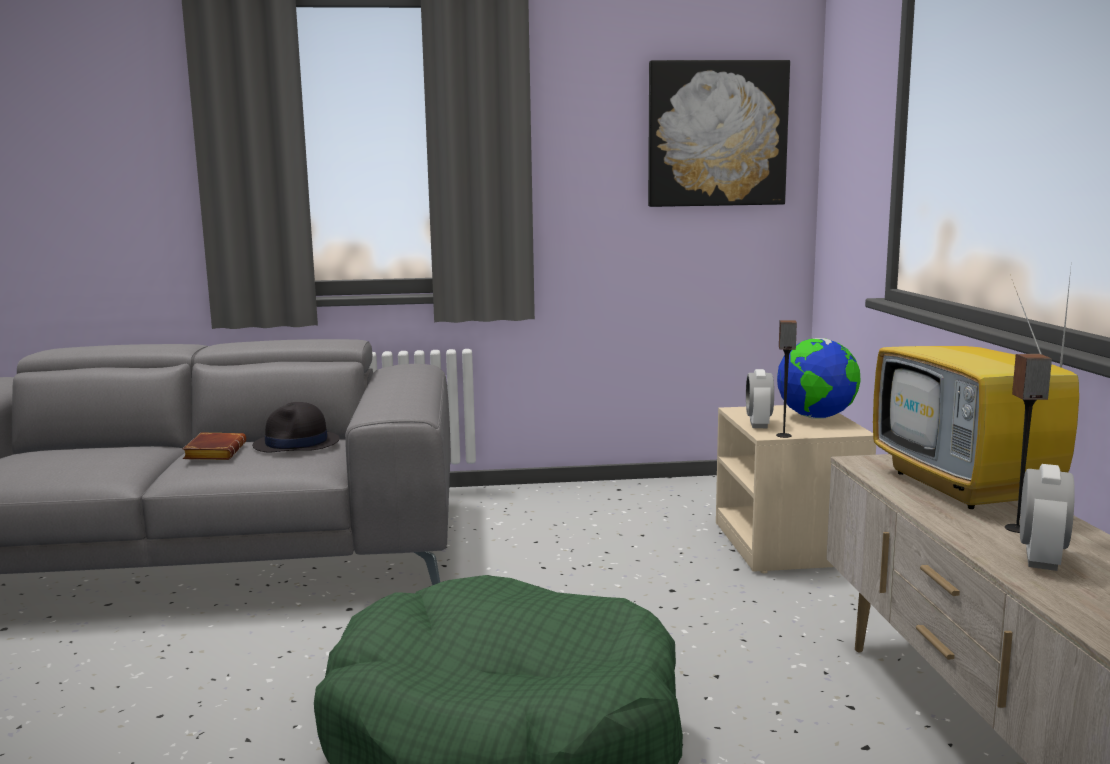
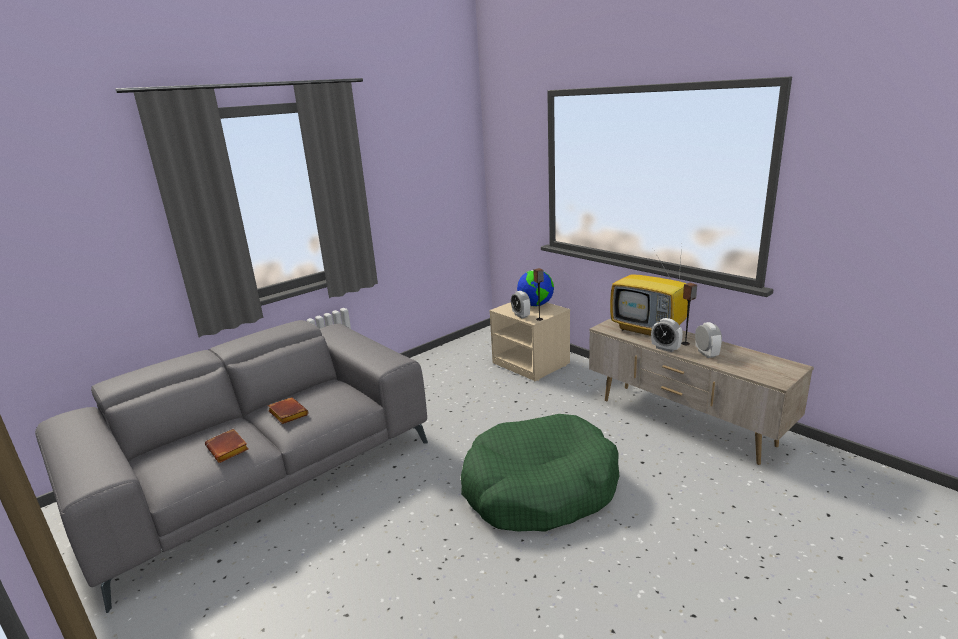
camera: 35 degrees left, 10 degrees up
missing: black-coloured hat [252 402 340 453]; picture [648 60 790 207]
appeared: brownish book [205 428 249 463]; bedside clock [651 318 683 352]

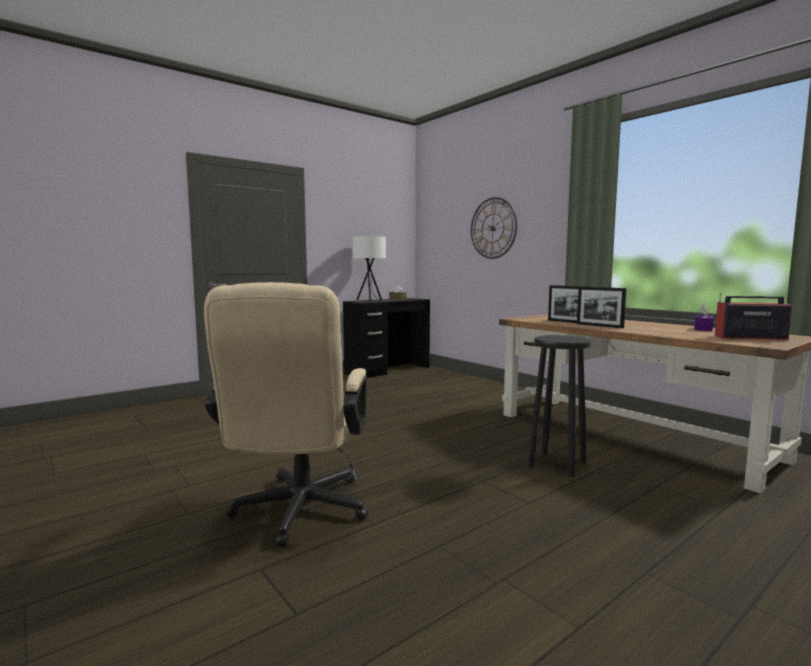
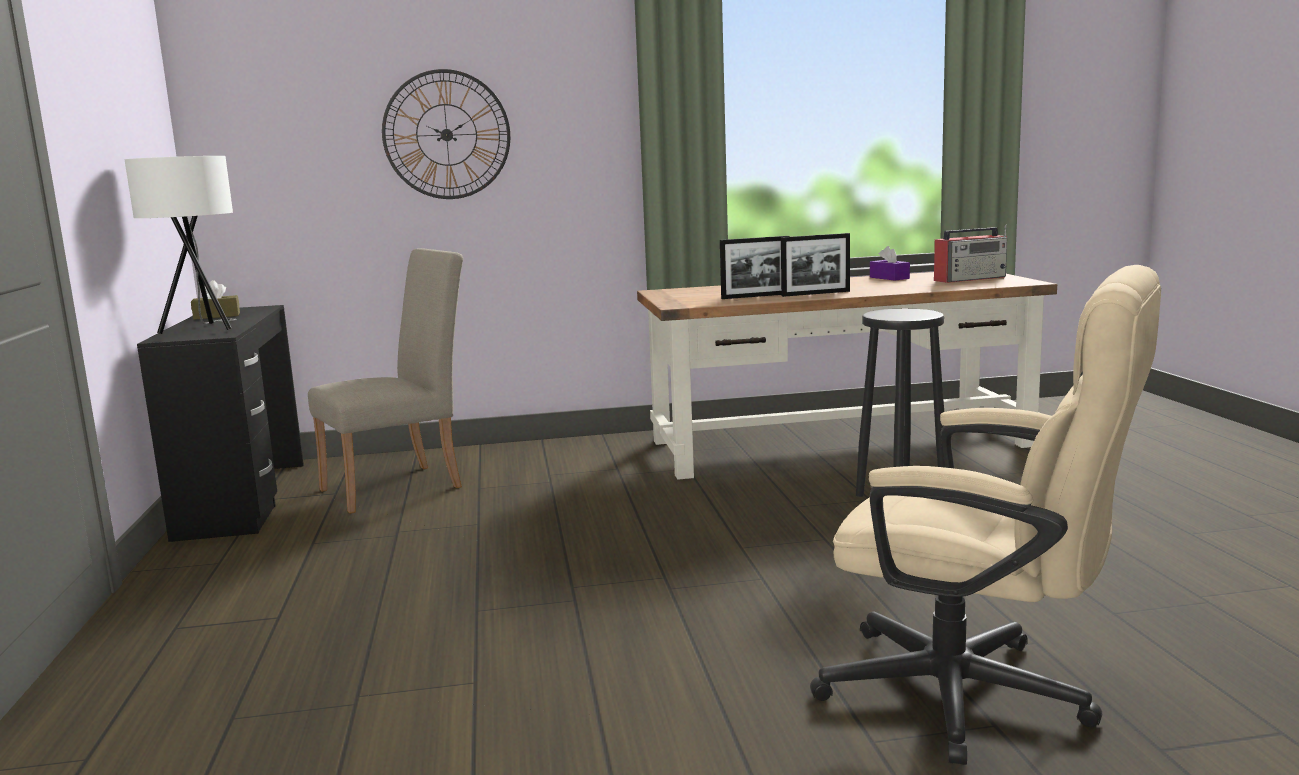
camera: 60 degrees left, 5 degrees up
appeared: sand-coloured plain chair [308 248 463 513]
spun: radio [715 293 792 340] = [934 225 1007 283] 150 degrees counterclockwise

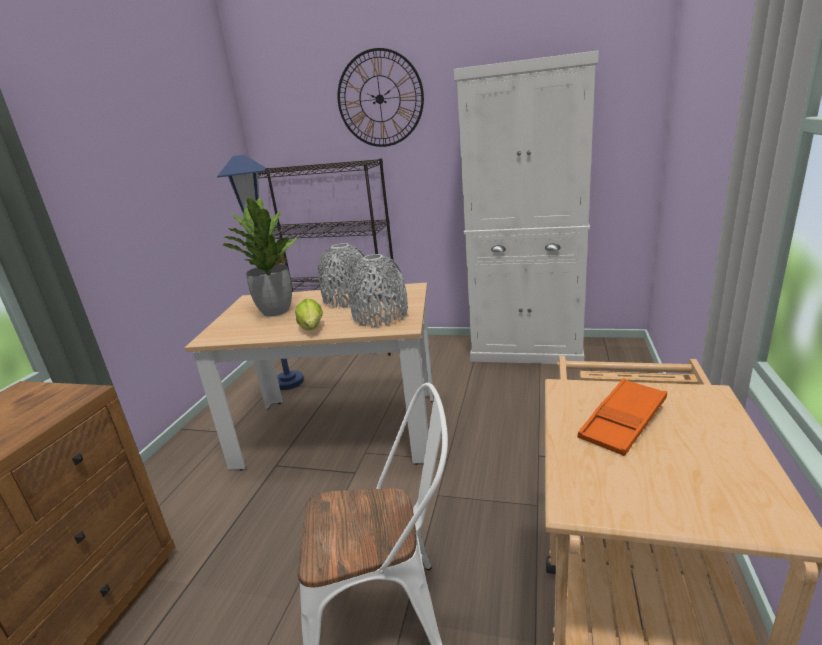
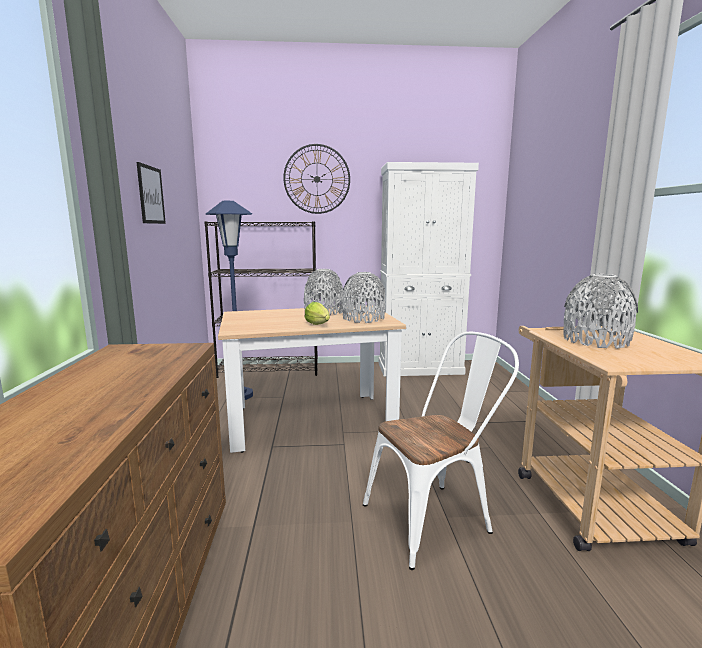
camera: 20 degrees left, 10 degrees down
missing: plant in a pot [223 197 298 316]
appeared: picture [137 162 166 224]
exchanged: orangey carrying tray [578 378 667 456] to grey flower vase [563 274 638 349]

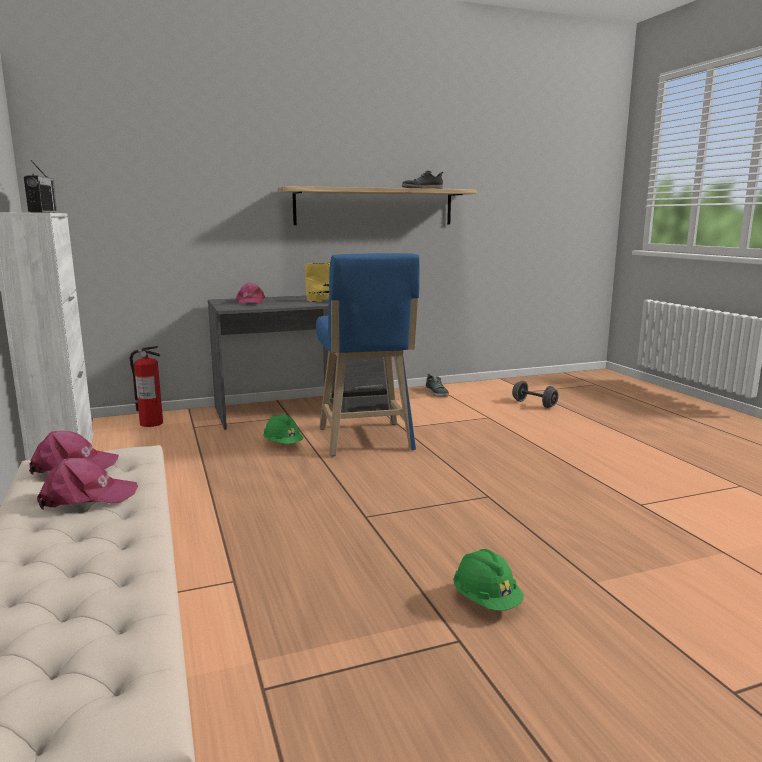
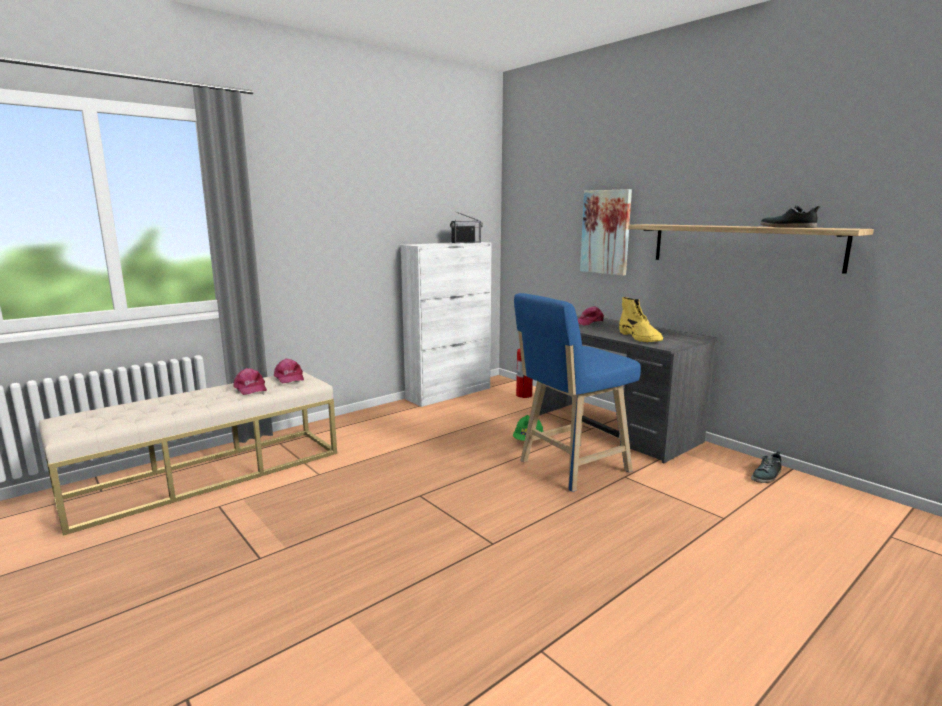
camera: 70 degrees right, 0 degrees up
missing: green work helmet [453 549 524 611]; grey free weight [512 381 559 408]
appeared: picture [580 189 632 276]

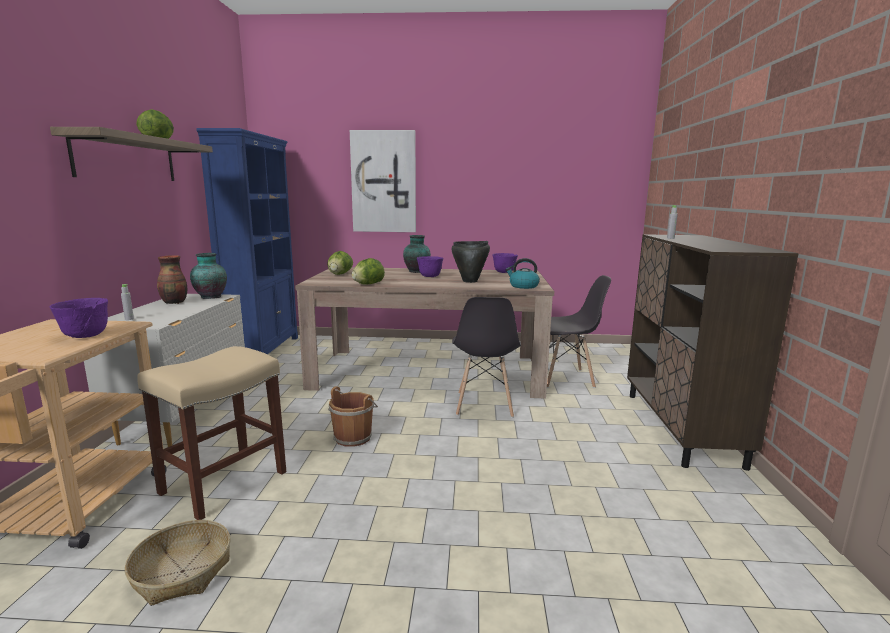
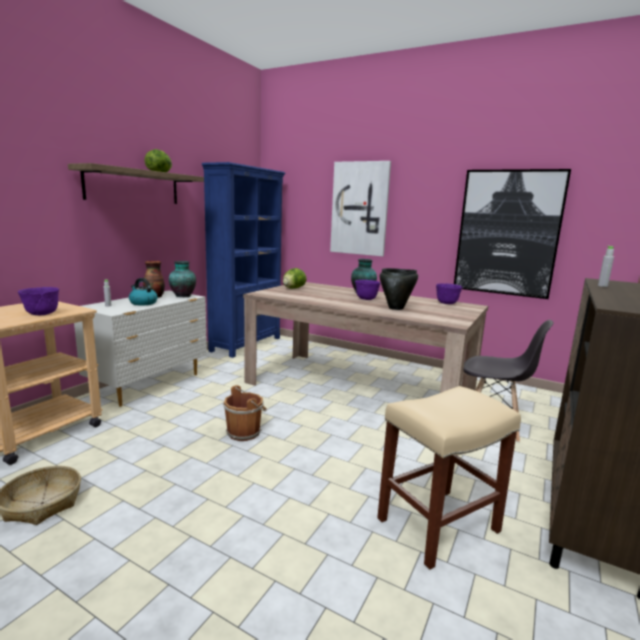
camera: 25 degrees right, 0 degrees up
missing: head of lettuce [352 258 385 284]; grey plain chair [452 297 521 418]
appeared: picture [454 169 571 299]
relocated: water kettle [506 258 540 289] to [129 278 158 306]; sand-coloured stool seat [137 346 286 520] to [377 386 521 570]

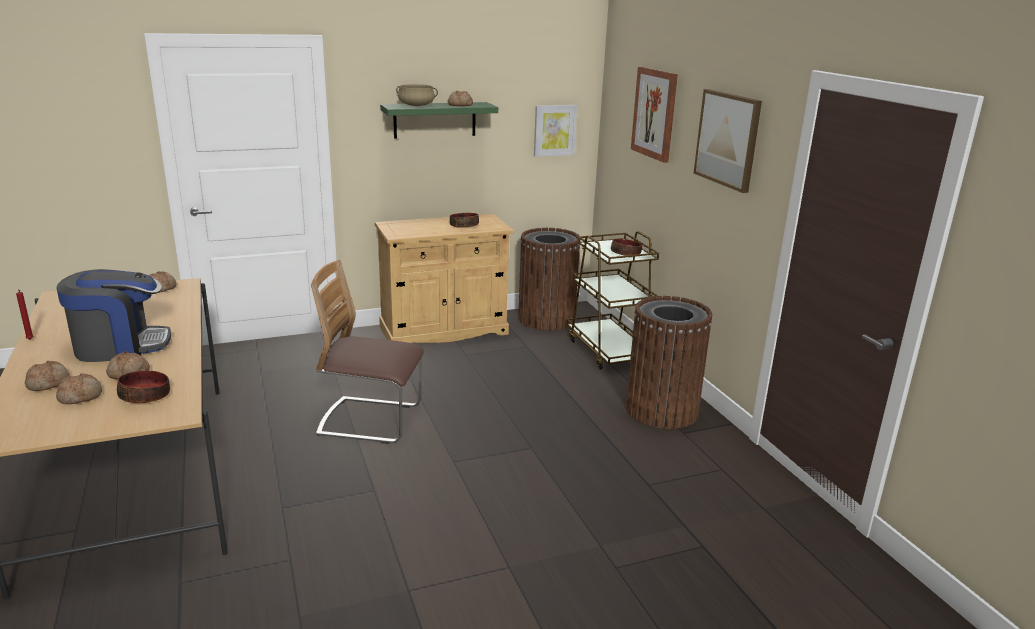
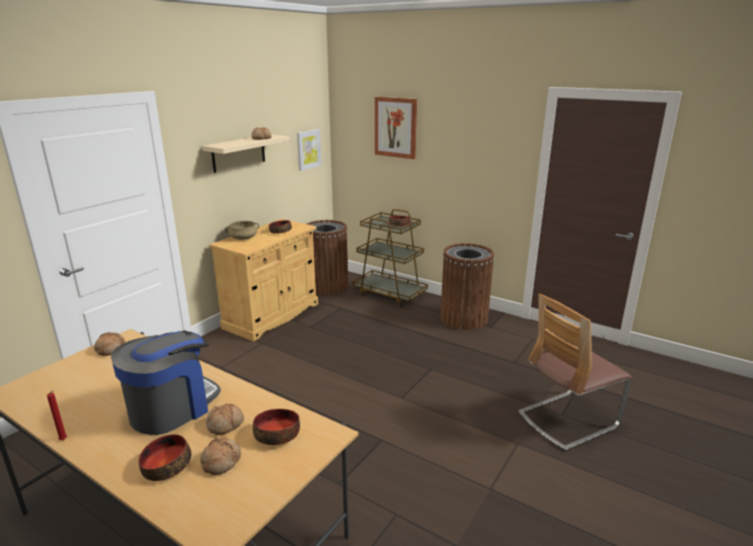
camera: 35 degrees left, 0 degrees up
missing: picture [694 89 762 193]
relocated: sand-coloured stockpot [396 84 438 106] to [225 221 259 240]; plain chair [311 260 424 444] to [518 294 632 451]
exchanged: baked bread [25 361 70 391] to deep dish [138 435 191 481]
colour: green wall shelf [380 102 498 139] to sand-coloured wall shelf [202 135 290 173]

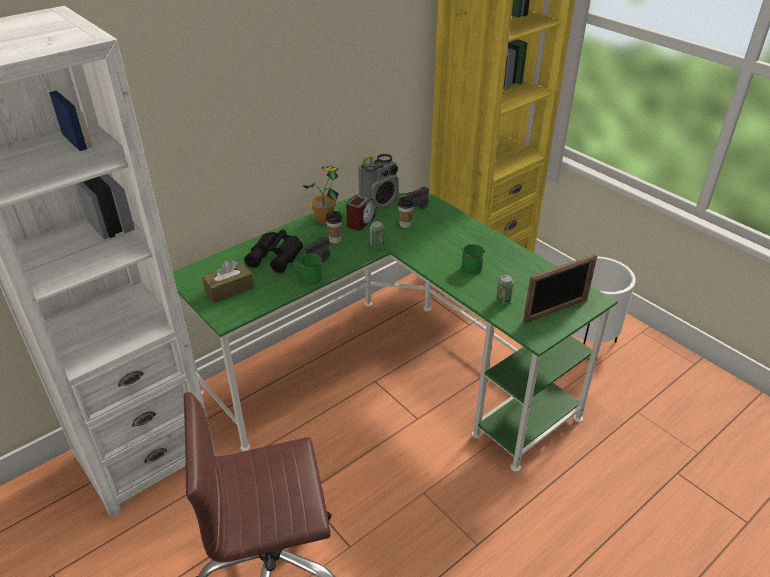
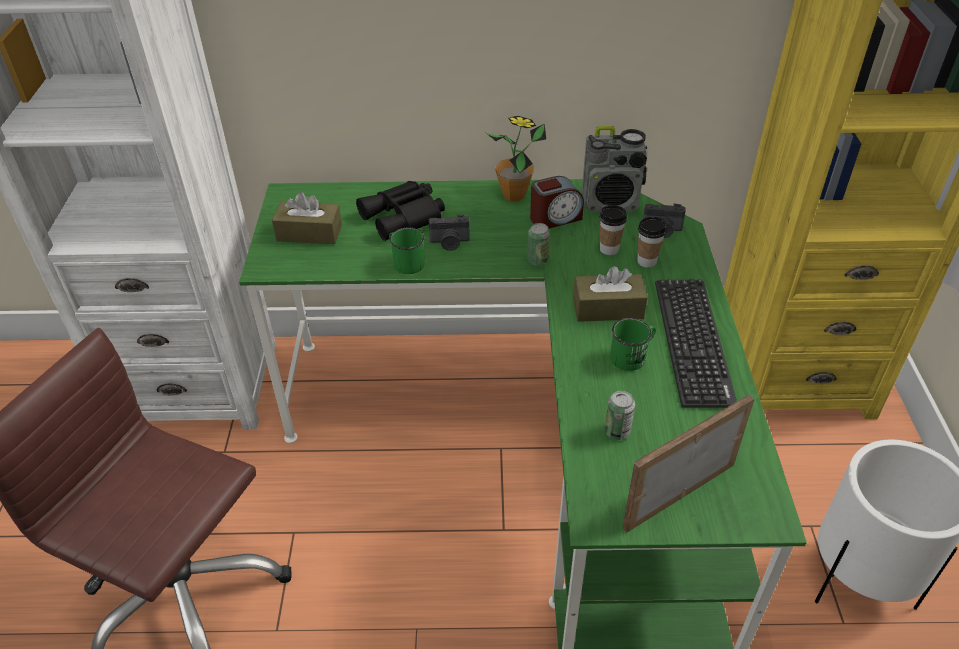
camera: 40 degrees right, 5 degrees up
appeared: brownish box of tissues [573 266 648 322]; keyboard [655 279 737 408]
relocated: drinking cup [325 211 343 243] to [638 217 666 268]
spun: picture frame [523 254 597 323] = [623 395 754 533] 135 degrees clockwise

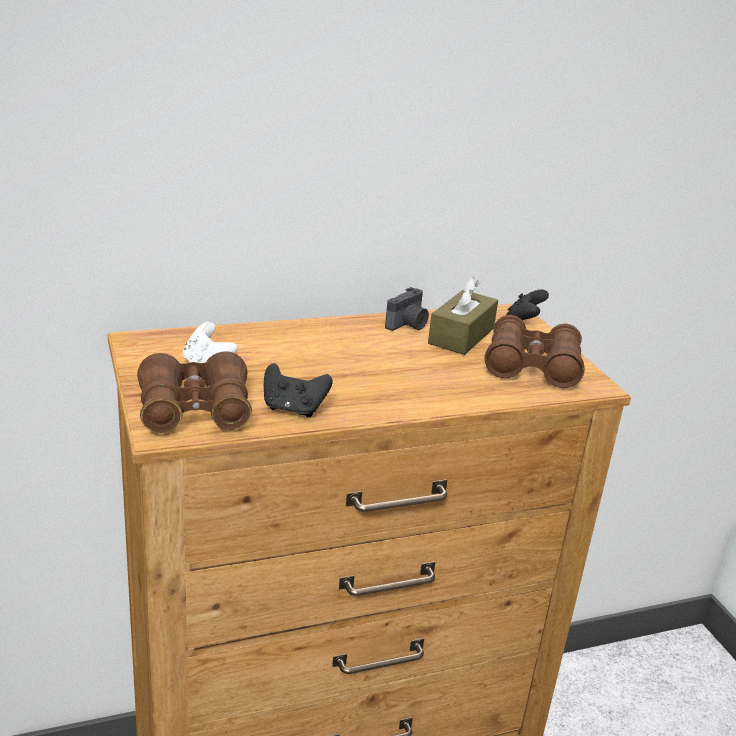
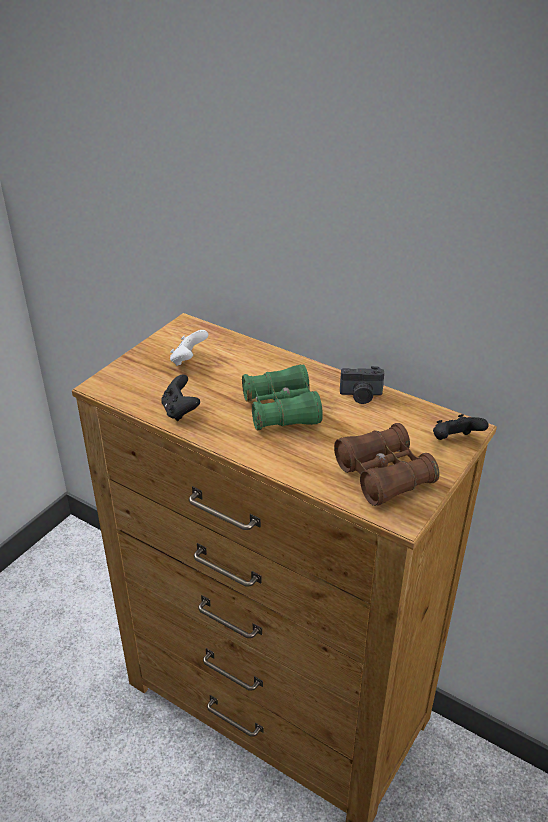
camera: 55 degrees right, 10 degrees up
missing: brownish field glasses [137 351 252 433]; brownish box of tissues [428 277 498 355]
appeared: green field glasses [242 365 323 430]

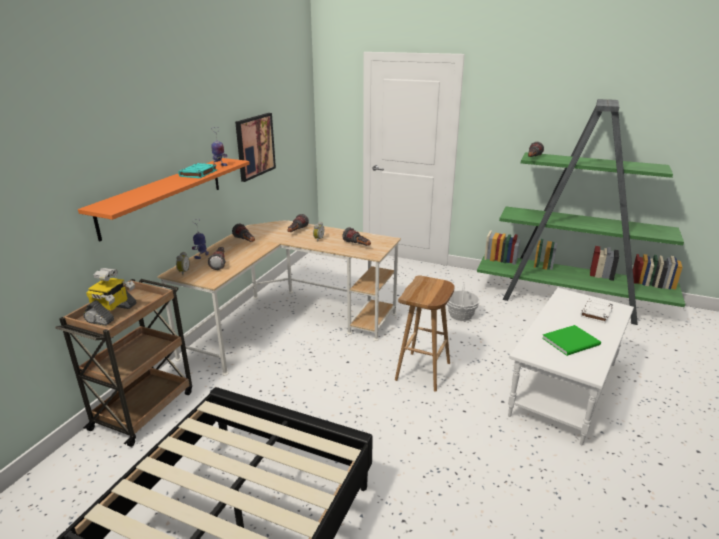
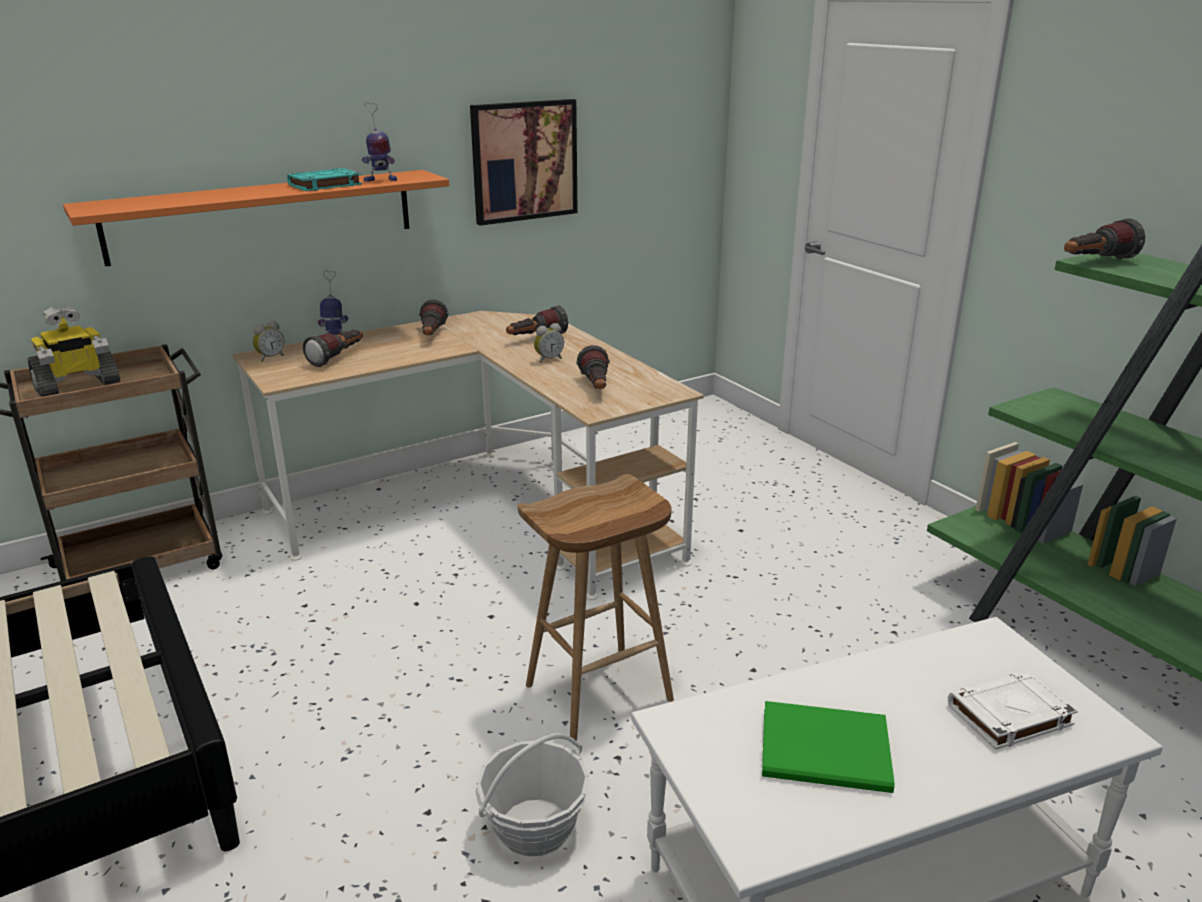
camera: 35 degrees right, 0 degrees up
relocated: basket [447 283 480 321] to [475 733 589 856]

